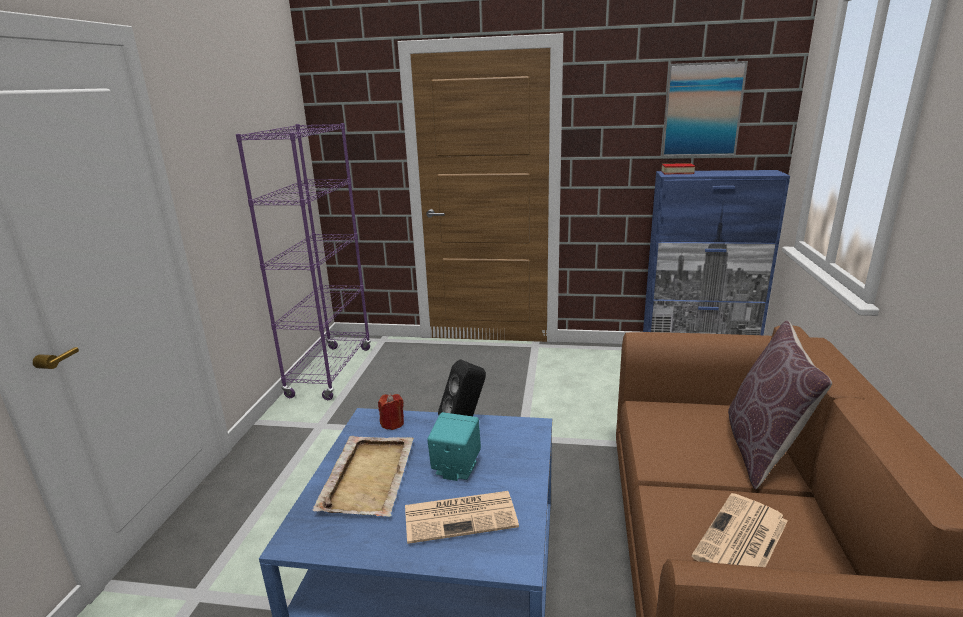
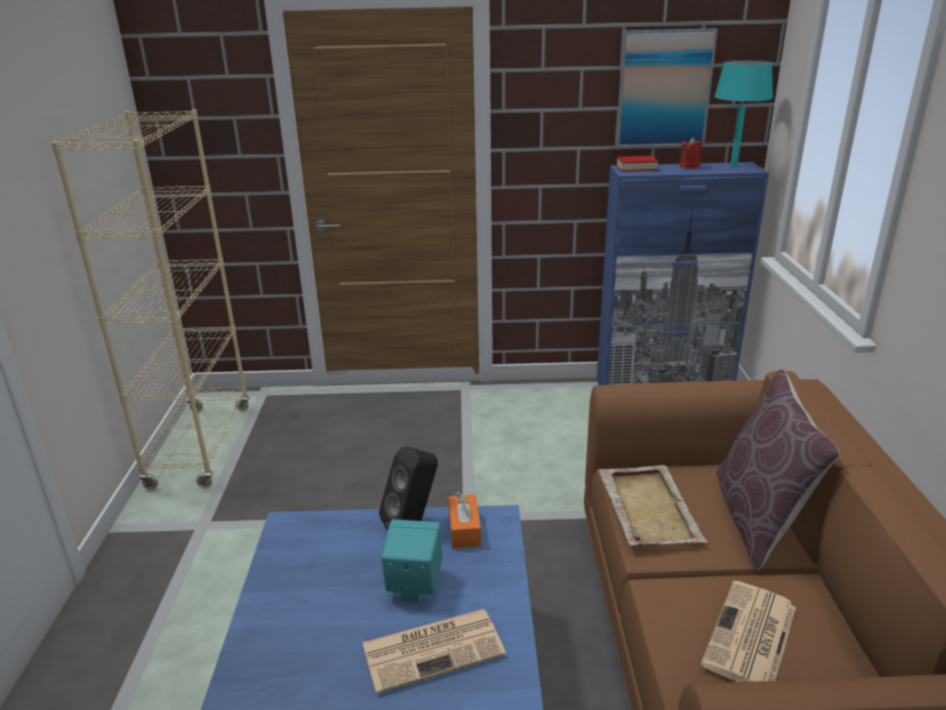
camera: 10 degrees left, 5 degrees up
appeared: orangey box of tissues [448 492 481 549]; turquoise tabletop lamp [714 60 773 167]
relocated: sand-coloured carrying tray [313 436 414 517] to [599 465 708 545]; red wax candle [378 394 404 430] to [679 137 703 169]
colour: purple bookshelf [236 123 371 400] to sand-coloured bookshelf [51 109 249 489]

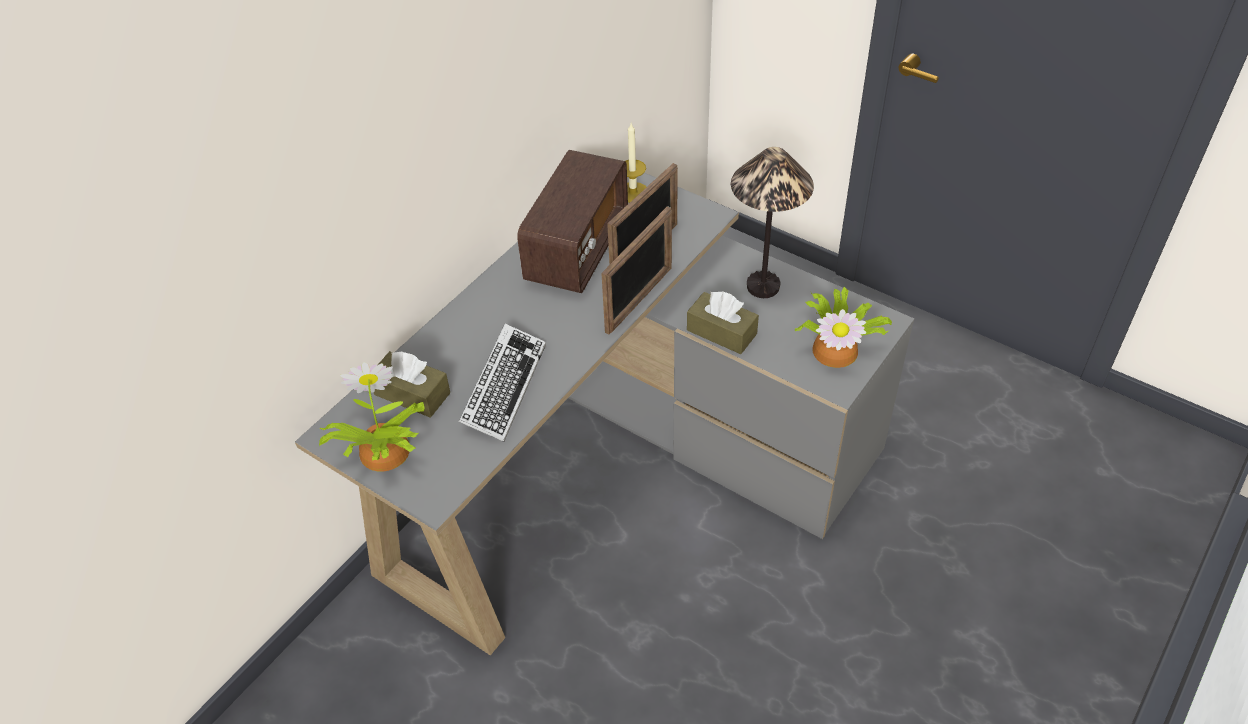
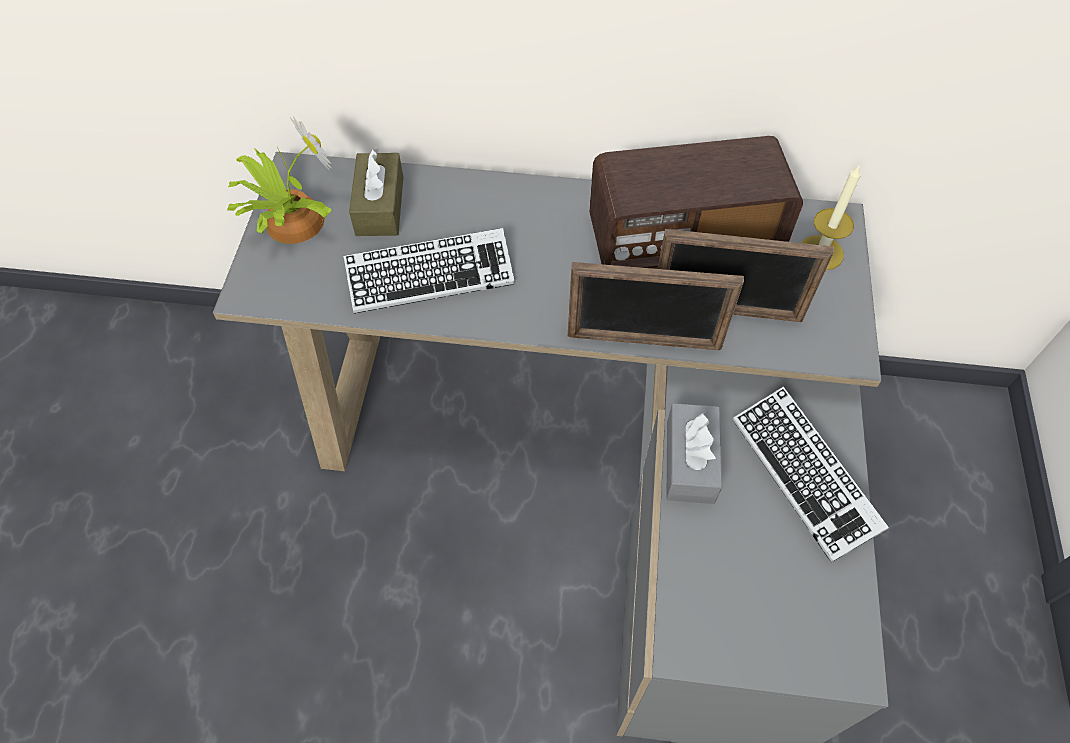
camera: 60 degrees right, 10 degrees up
missing: plant in a pot [794 287 892 368]
exchanged: tabletop lamp [731 147 814 298] to keyboard [733 386 889 563]
colour: brownish box of tissues [687 291 759 354] to grey box of tissues [667 403 722 504]

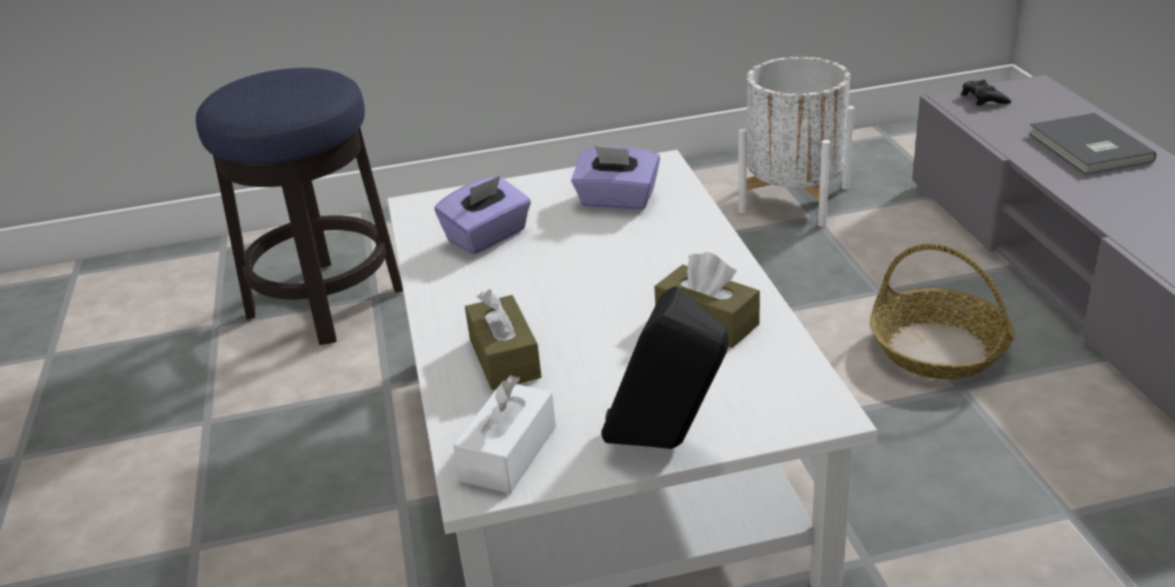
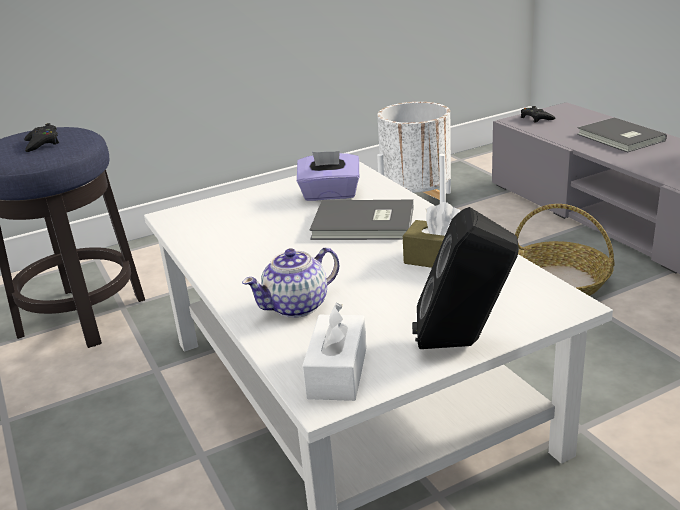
camera: 15 degrees left, 5 degrees down
missing: purple box of tissues [435 176 531 255]
appeared: black-coloured joypad [24 123 59 152]; grey book [309 200 413 240]
exchanged: brownish box of tissues [465 289 541 390] to tea pot [242 247 339 318]

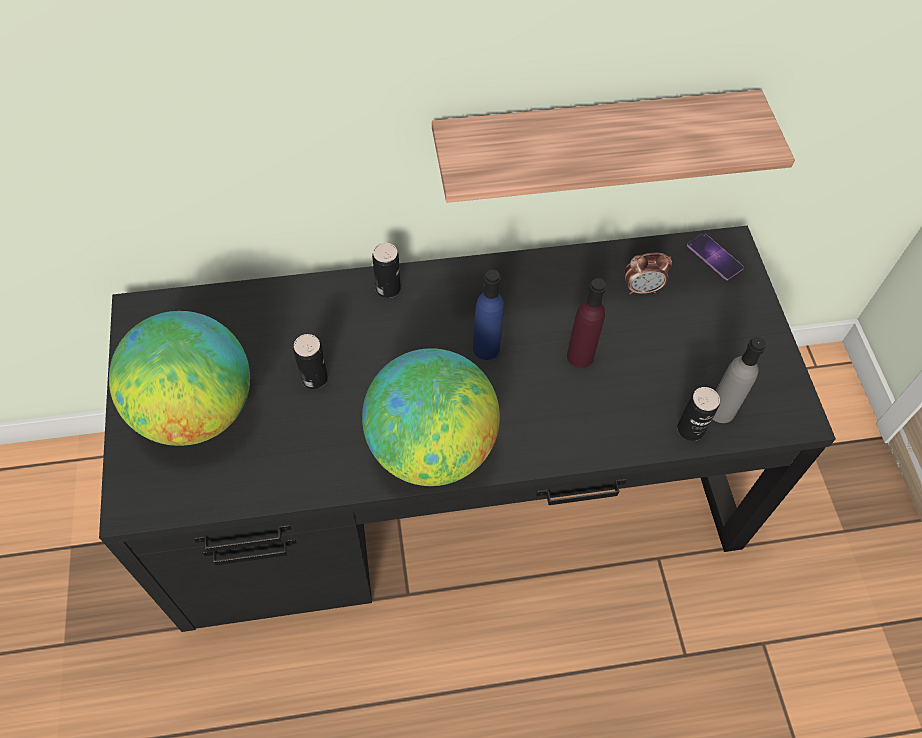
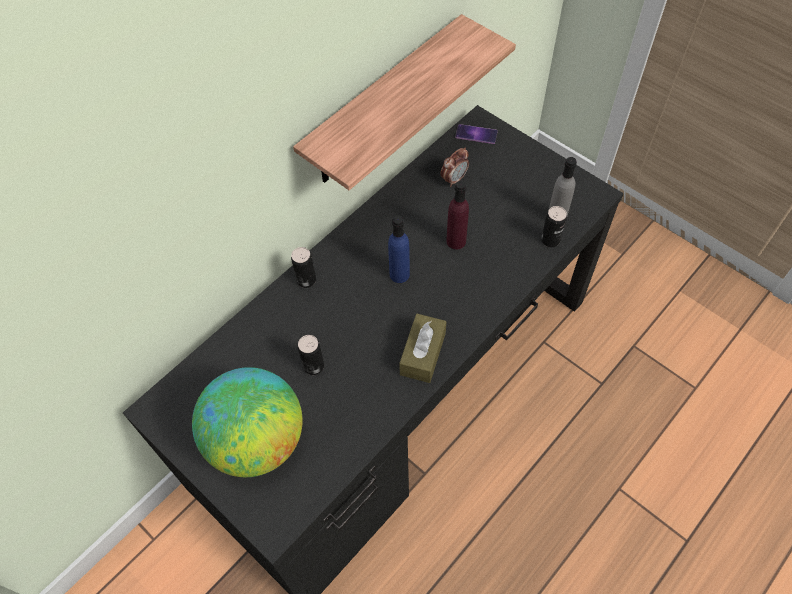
camera: 35 degrees left, 0 degrees up
exchanged: desk globe [362 348 500 486] to brownish box of tissues [399 314 447 383]

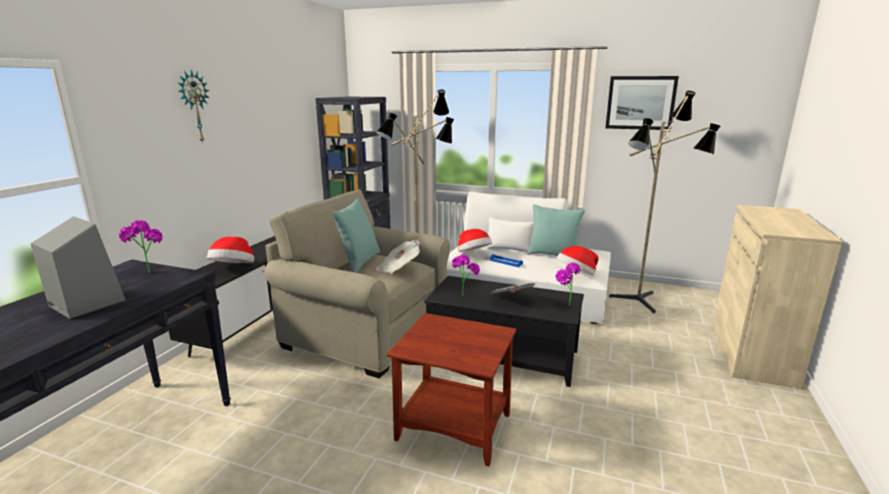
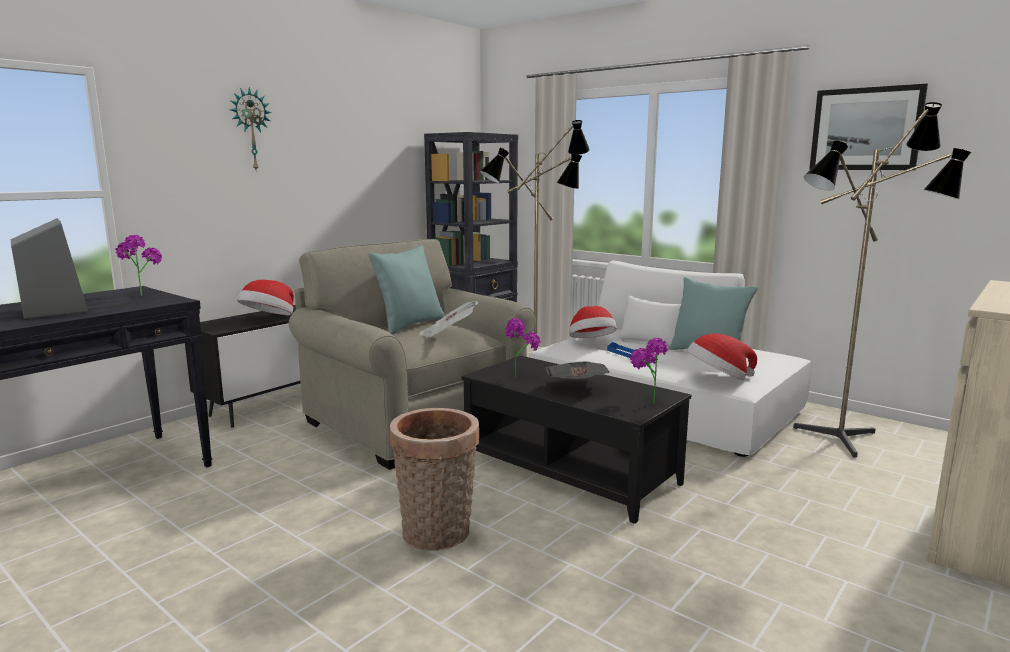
camera: 20 degrees right, 5 degrees down
exchanged: brownish end table [387 313 516 466] to basket [390 408 479 551]

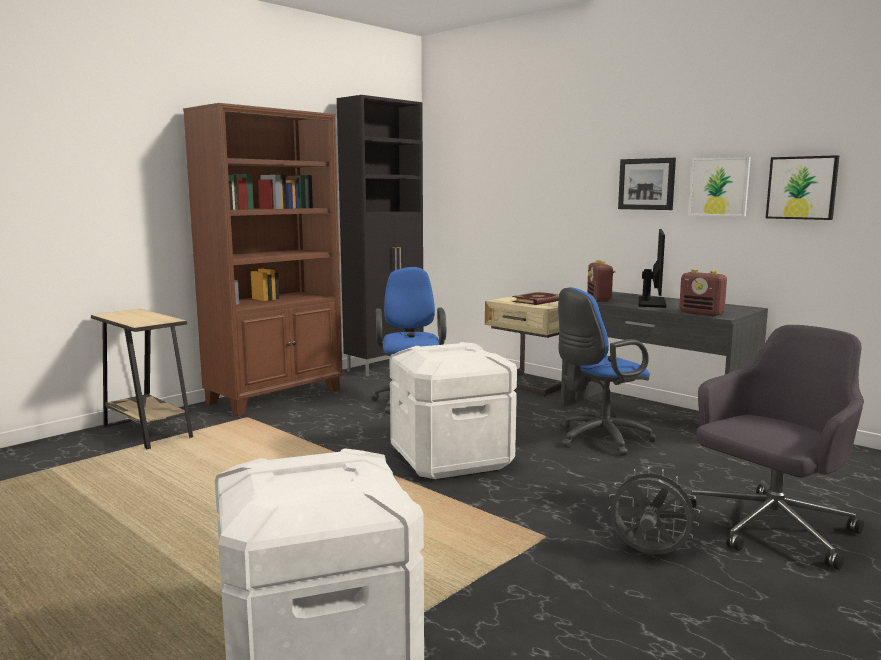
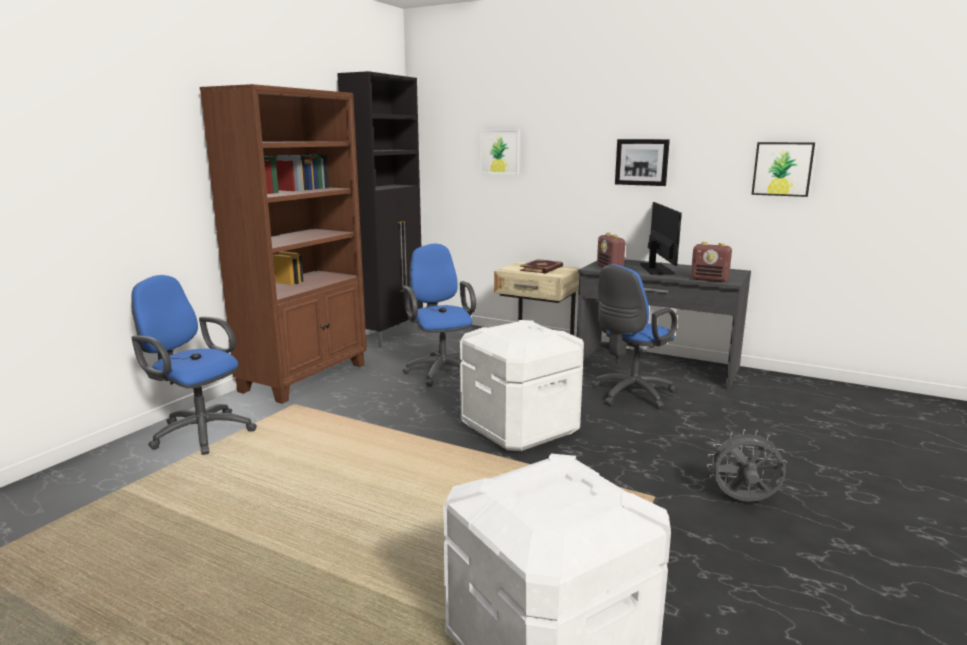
camera: 15 degrees left, 5 degrees up
missing: grey office chair [680 325 864 570]
relocated: picture [689 157 751 217] to [480 130 520 174]
exchanged: sand-coloured end table [91 309 193 449] to blue-coloured office chair [131 275 257 455]

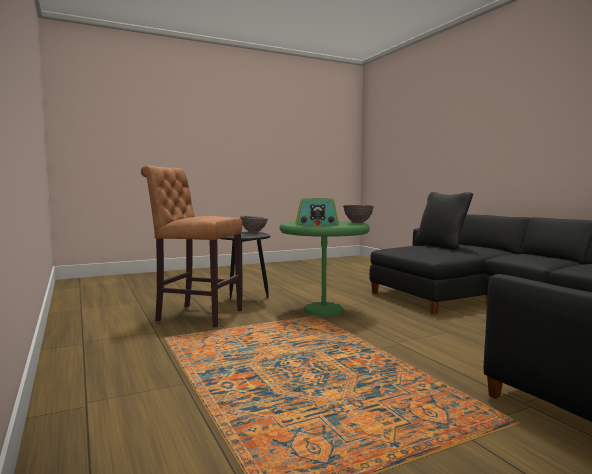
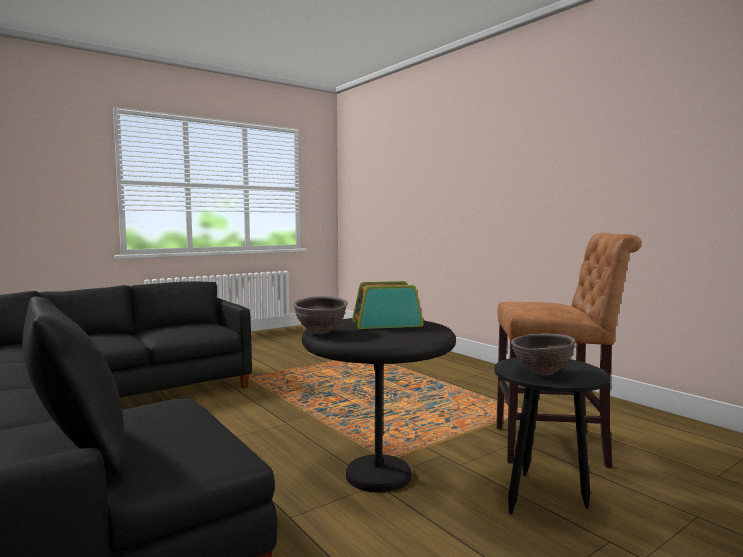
camera: 170 degrees right, 0 degrees up
colour: green end table [280 221 370 317] to black-coloured end table [302 318 456 492]

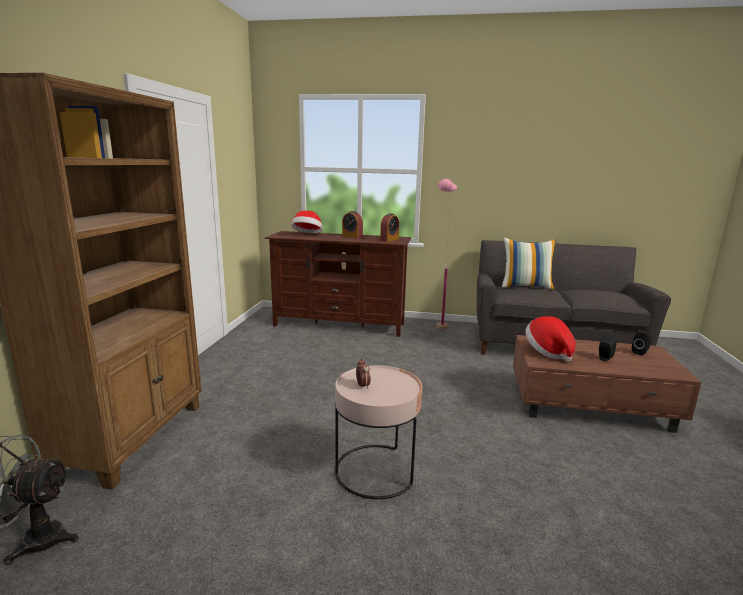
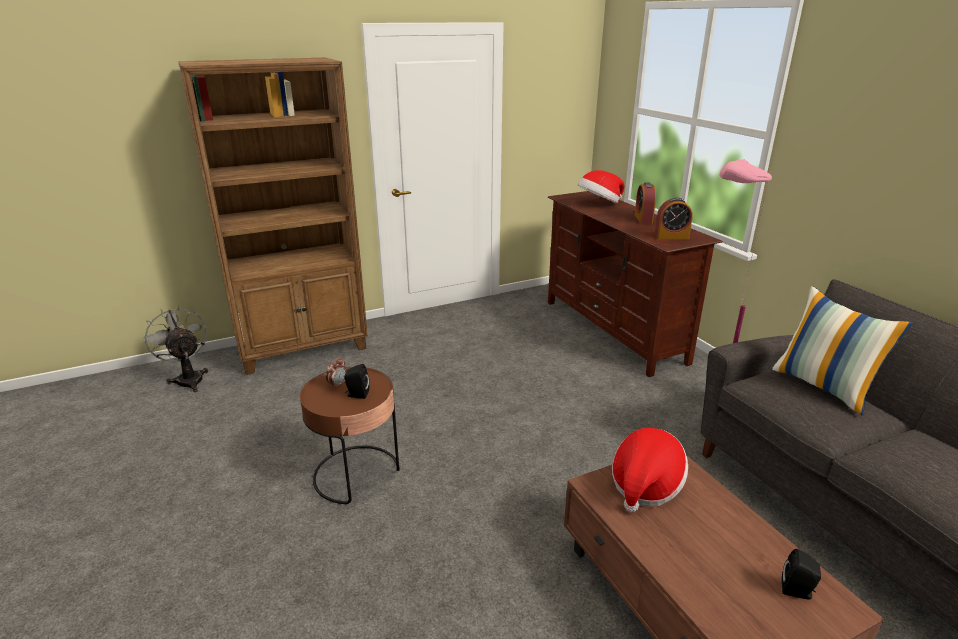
camera: 55 degrees right, 10 degrees up
relocated: black-coloured audio speaker [599 335 617 361] to [344 364 369 399]
colour: pink end table [335 365 422 499] to brownish end table [300 367 400 504]

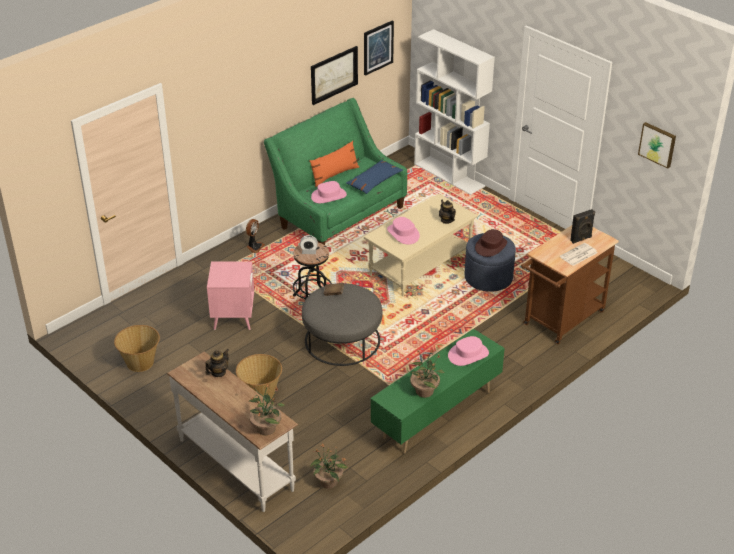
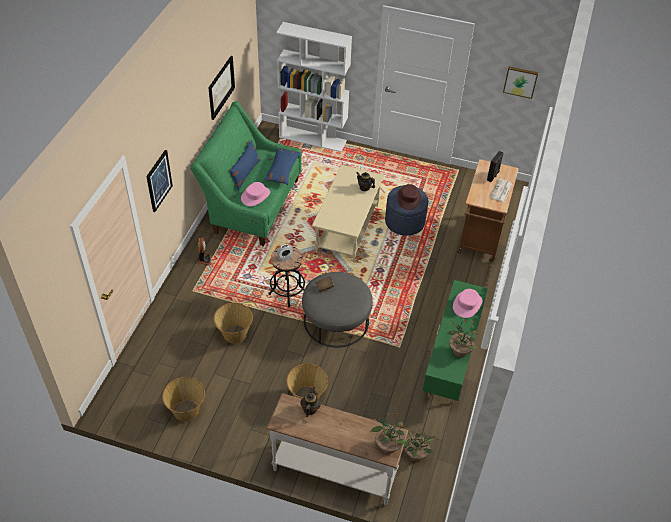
camera: 30 degrees left, 10 degrees up
missing: pink hat [387 217 420 244]
relocated: picture [364 20 394 76] to [146 150 173 212]
exchanged: pink end table [207 262 254 330] to basket [213 303 253 344]
colour: orangey pillow [309 141 359 187] to blue-coloured pillow [229 140 260 191]

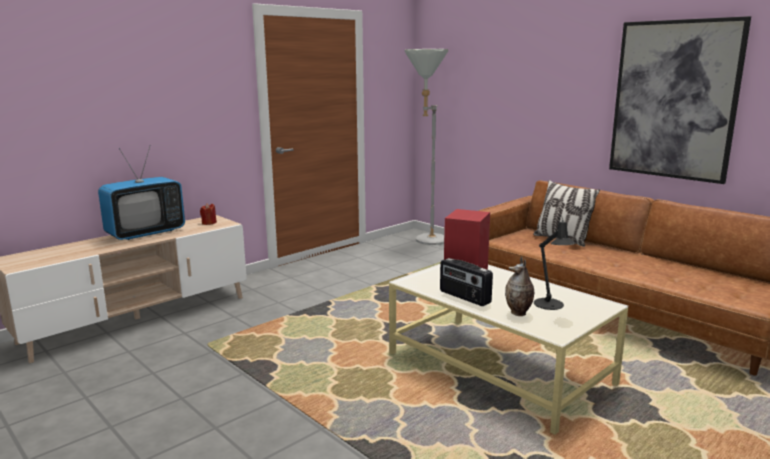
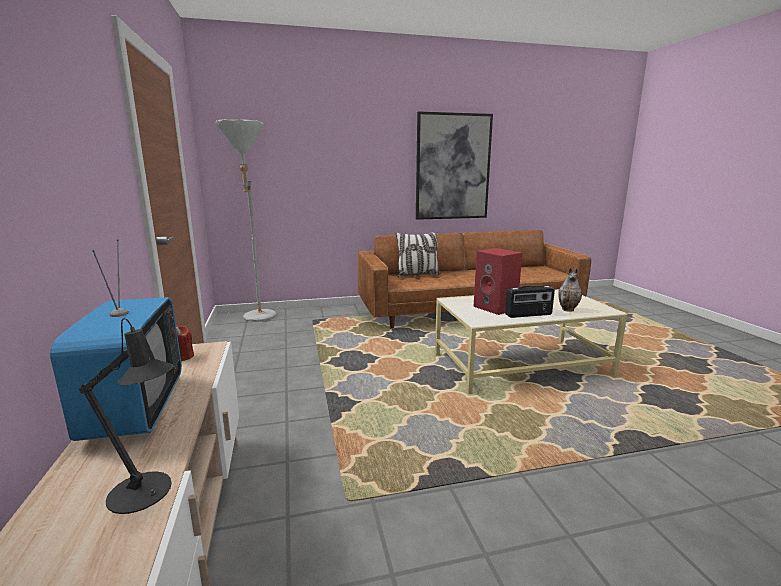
camera: 60 degrees left, 0 degrees up
relocated: black-coloured tabletop lamp [534 215 575 310] to [79 318 174 514]

